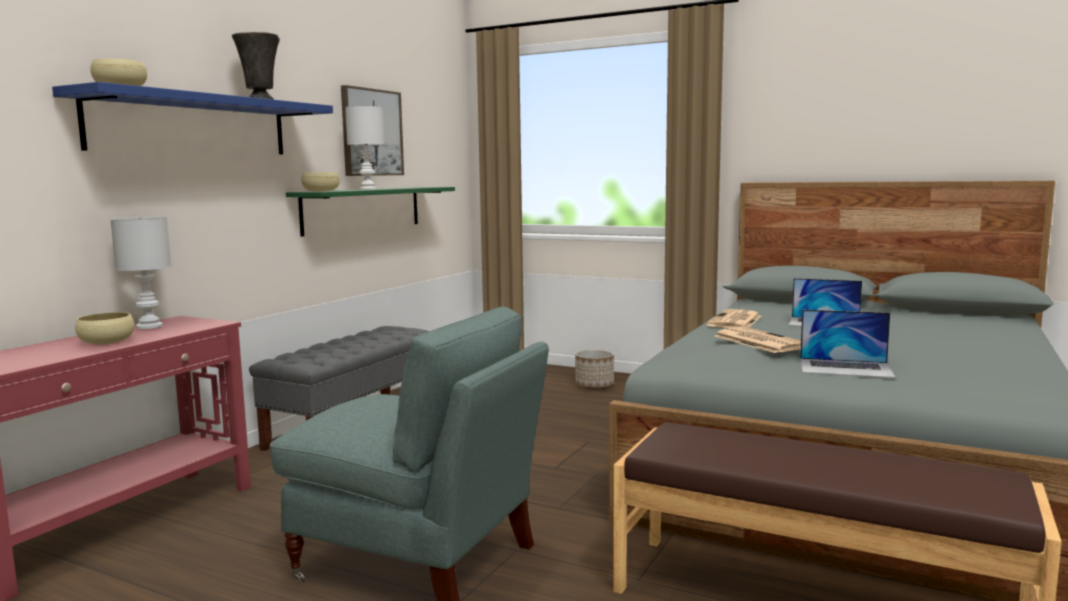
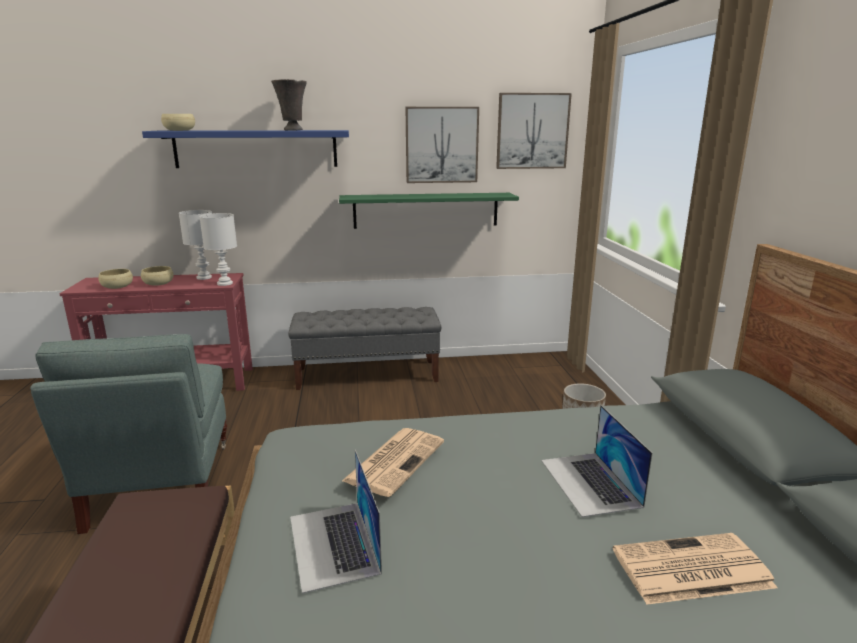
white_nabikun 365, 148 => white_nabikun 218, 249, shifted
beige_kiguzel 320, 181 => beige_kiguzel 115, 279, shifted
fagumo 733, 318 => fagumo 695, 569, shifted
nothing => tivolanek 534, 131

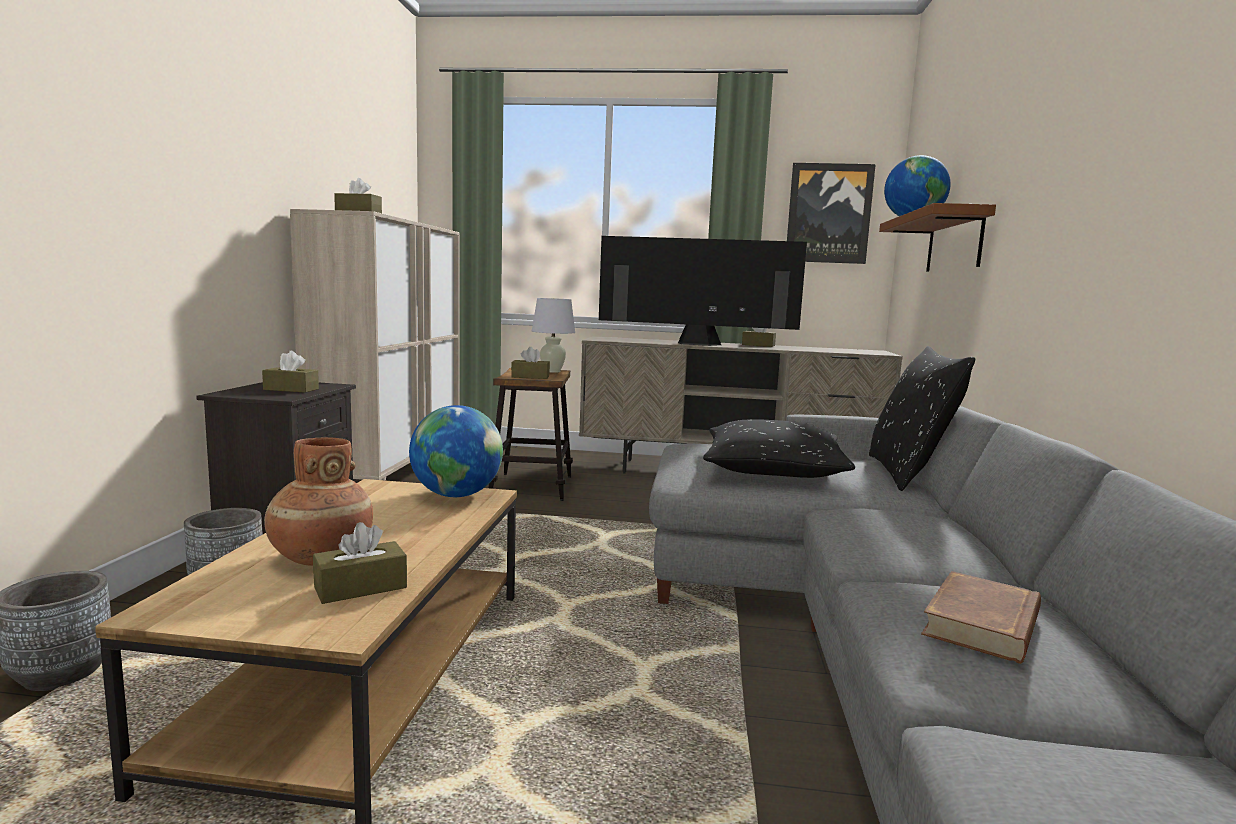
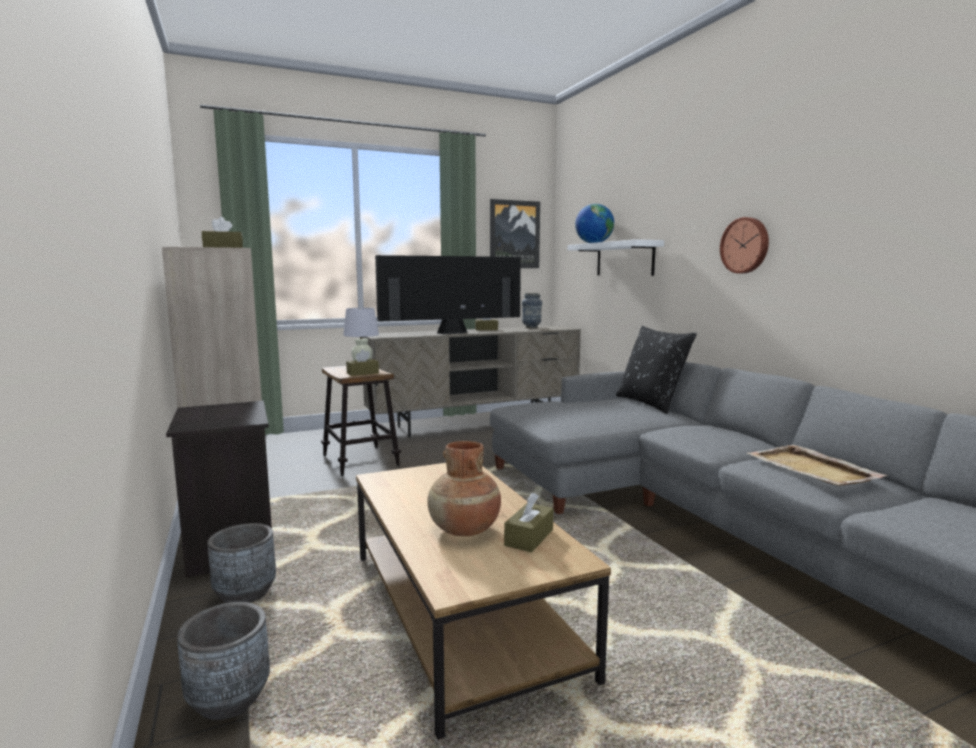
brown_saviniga 937, 237 => white_saviniga 615, 257
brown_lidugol 290, 372 => nothing
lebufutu 456, 451 => nothing
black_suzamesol 779, 448 => nothing
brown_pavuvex 981, 617 => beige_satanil 817, 465
nothing => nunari 744, 245
nothing => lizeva 532, 310

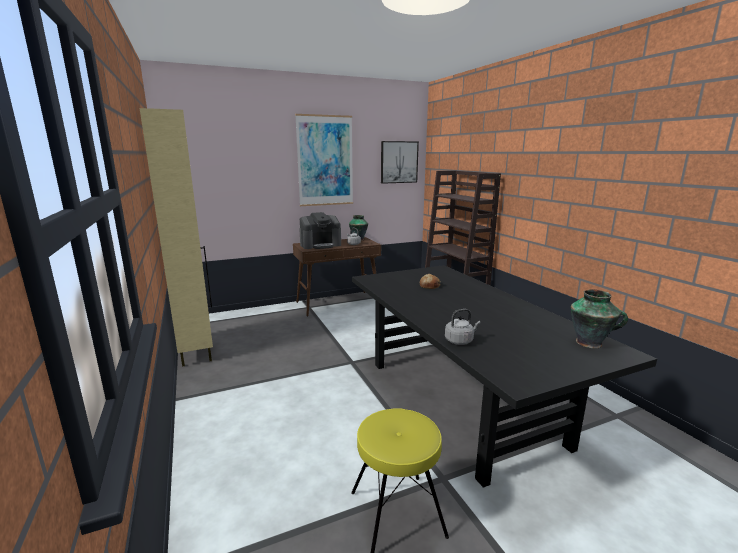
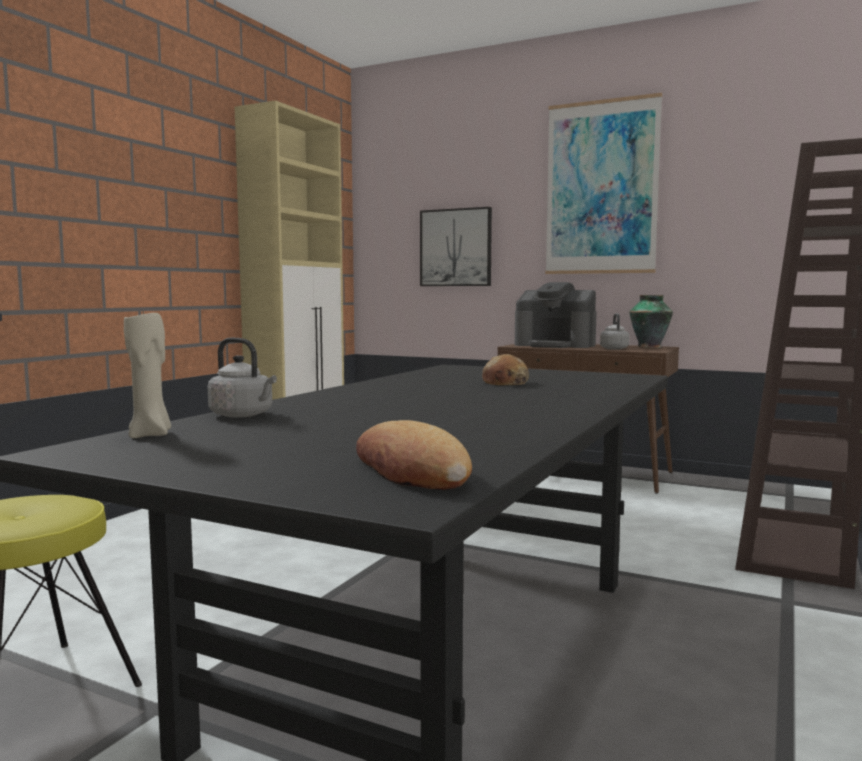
tivolanek 400, 162 => tivolanek 456, 246, shifted
lizeva 599, 318 => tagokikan 414, 455
nothing => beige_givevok 147, 374

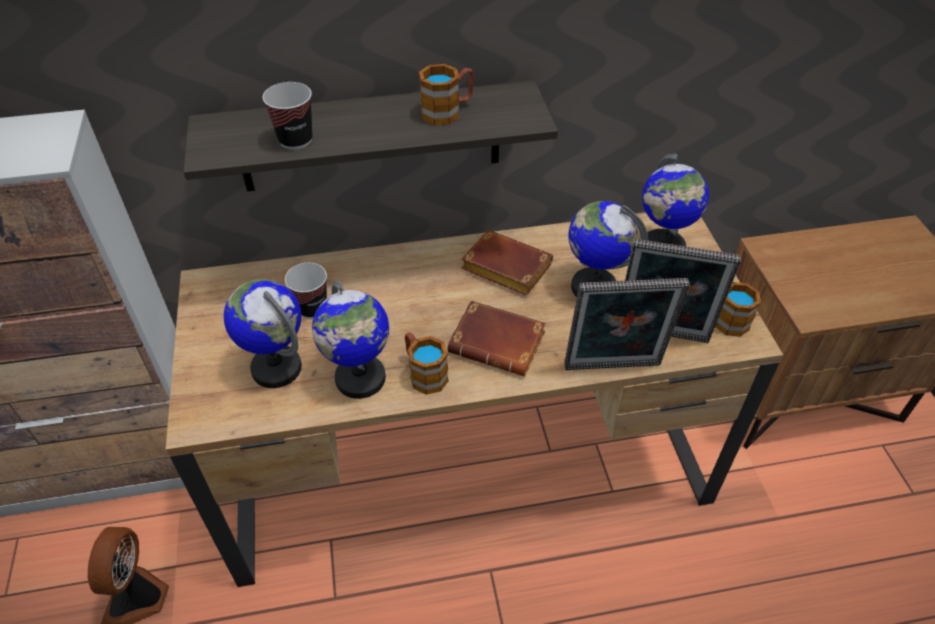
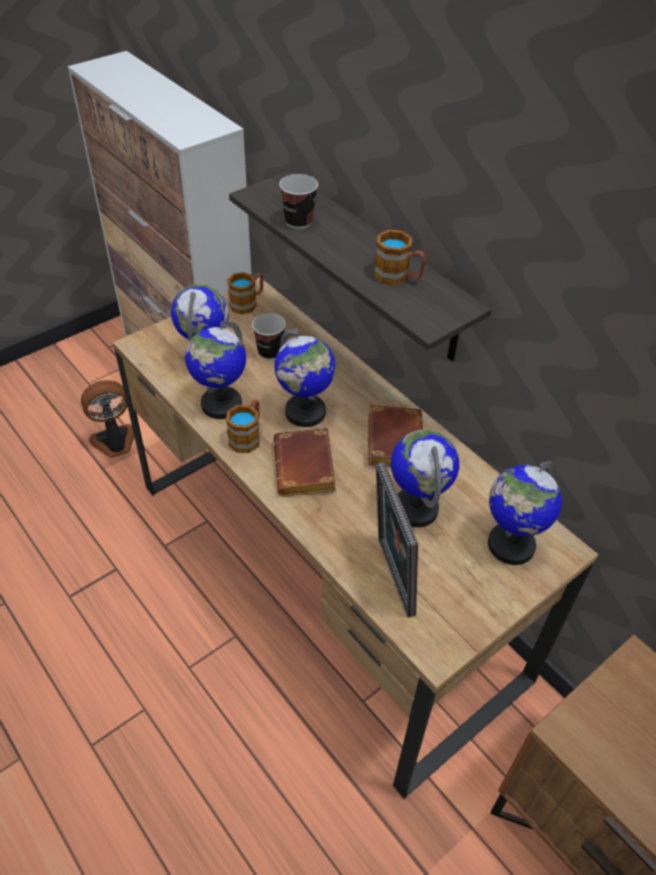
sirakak 627, 324 => nothing
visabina 738, 309 => visabina 245, 293, shifted
nothing => lebufutu 305, 377

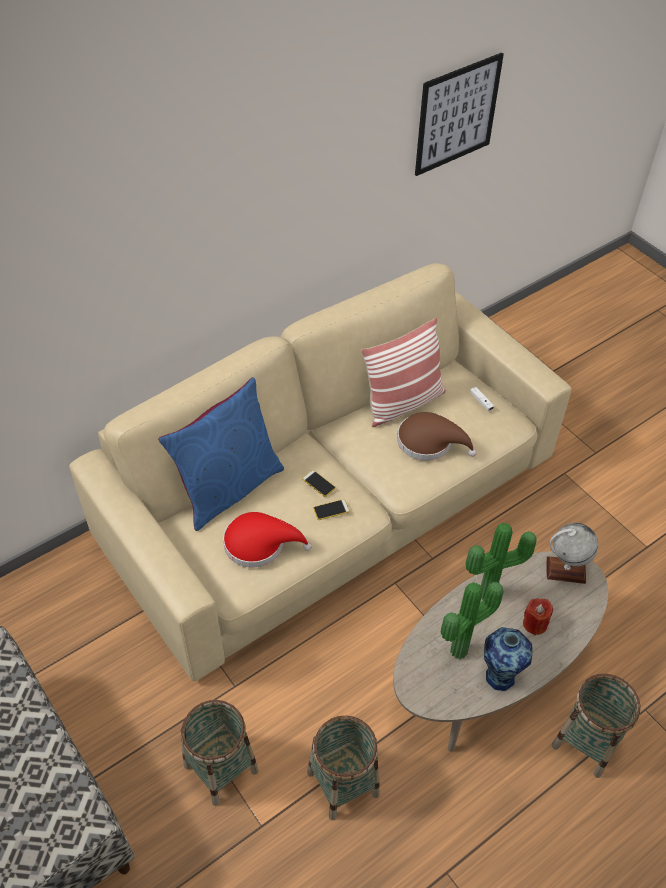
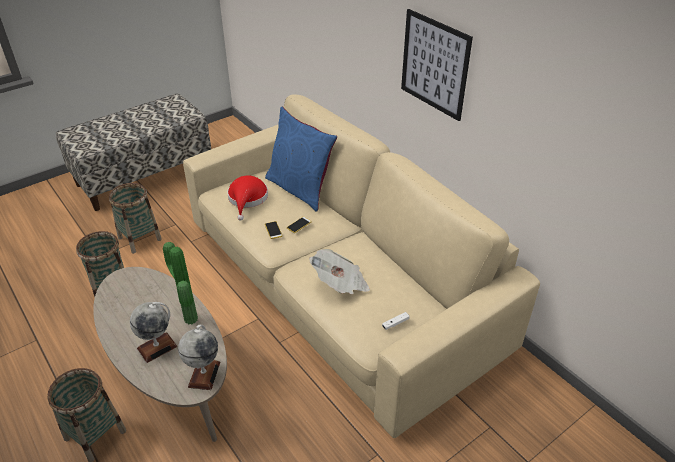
tivolanek 459, 114 => tivolanek 437, 65, shifted
suzamesol 403, 372 => nothing
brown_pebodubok 437, 436 => fagumo 339, 271
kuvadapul 472, 620 => nothing
red_givevok 538, 616 => lebufutu 153, 332
lizeva 508, 659 => nothing

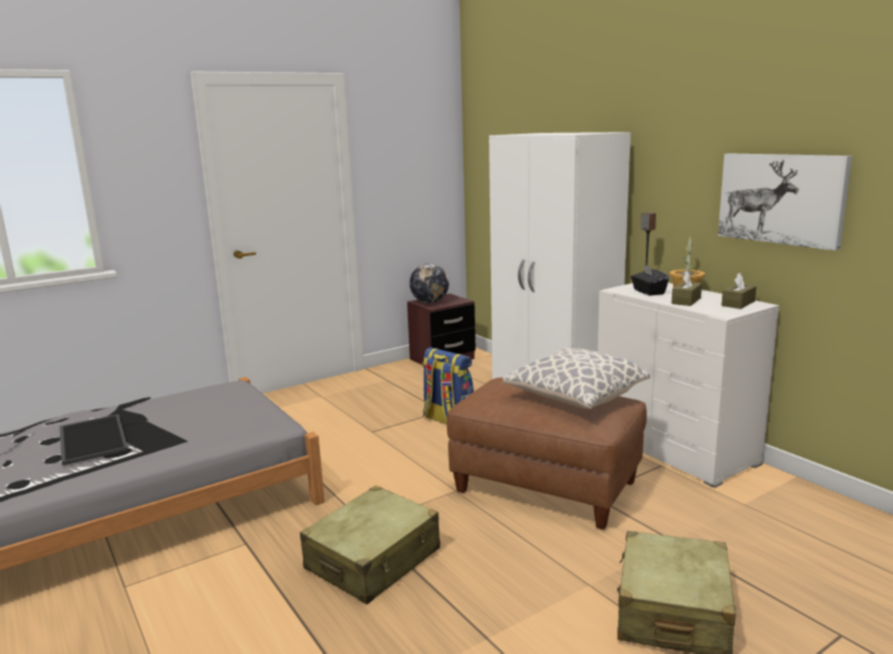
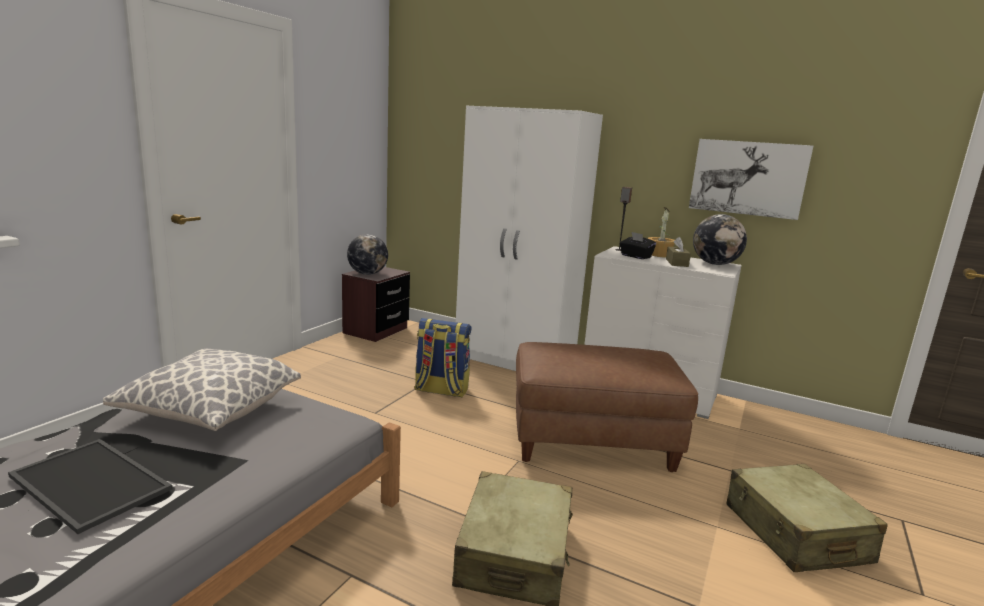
brown_lidugol 739, 291 => lebufutu 720, 239
suzamesol 576, 378 => suzamesol 202, 390, shifted

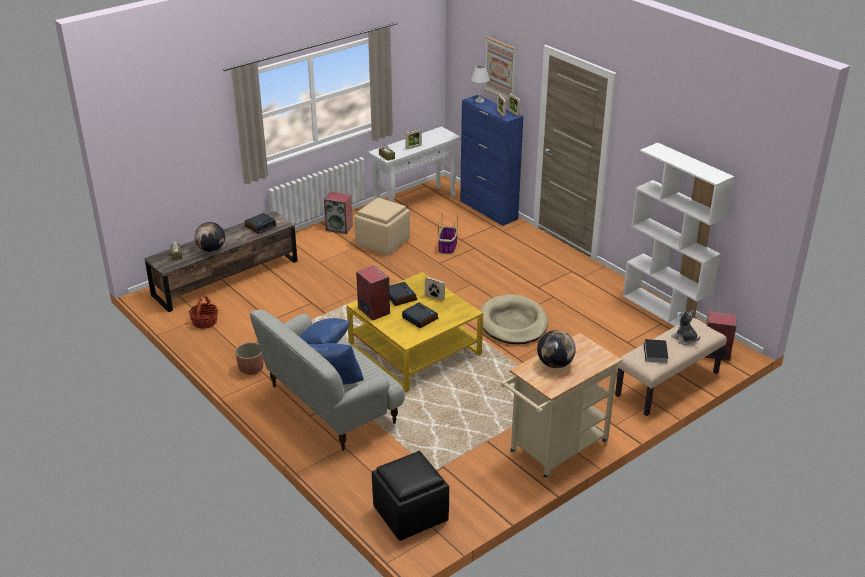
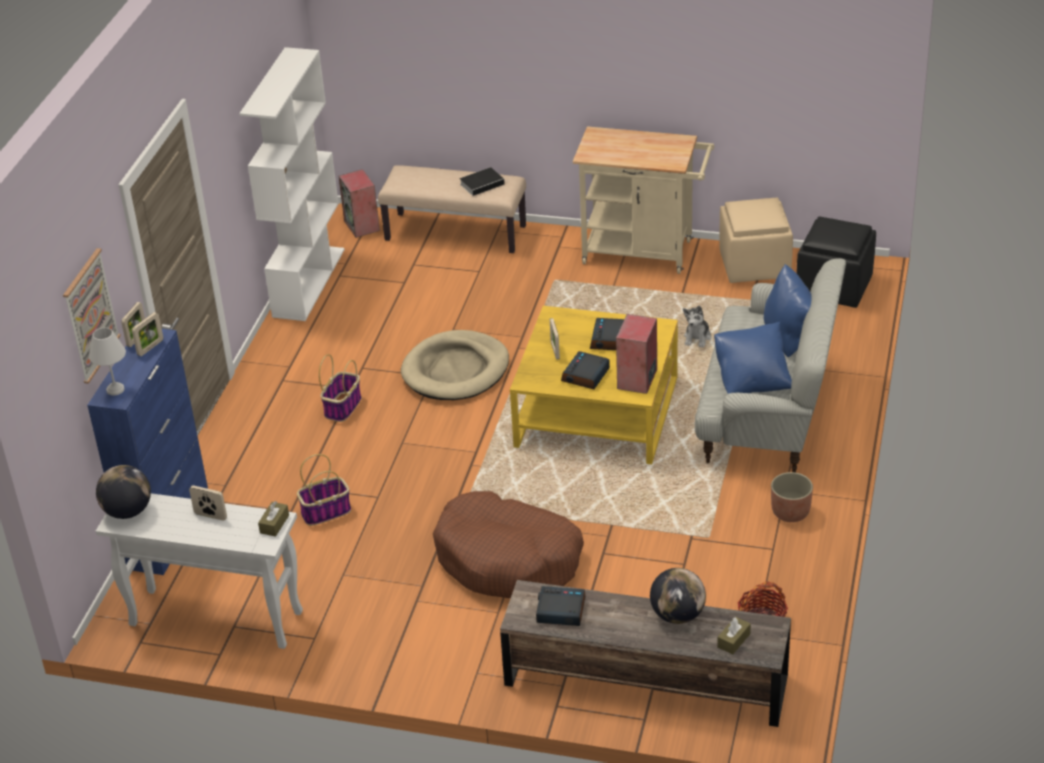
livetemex 338, 213 => nothing
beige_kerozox 382, 226 => beige_kerozox 756, 240, shifted
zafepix 685, 327 => zafepix 697, 326, shifted
lebufutu 556, 349 => lebufutu 123, 492, shifted
nothing => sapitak 340, 388
nothing => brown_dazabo 508, 544

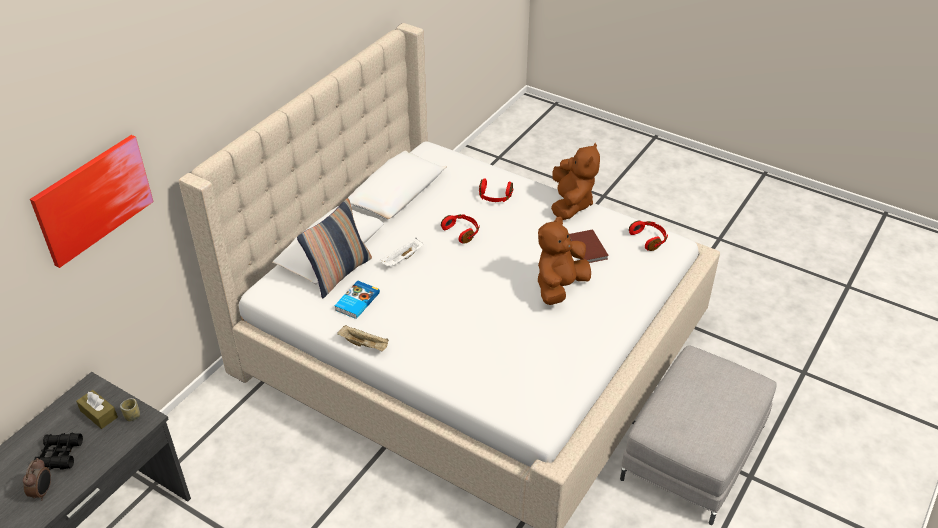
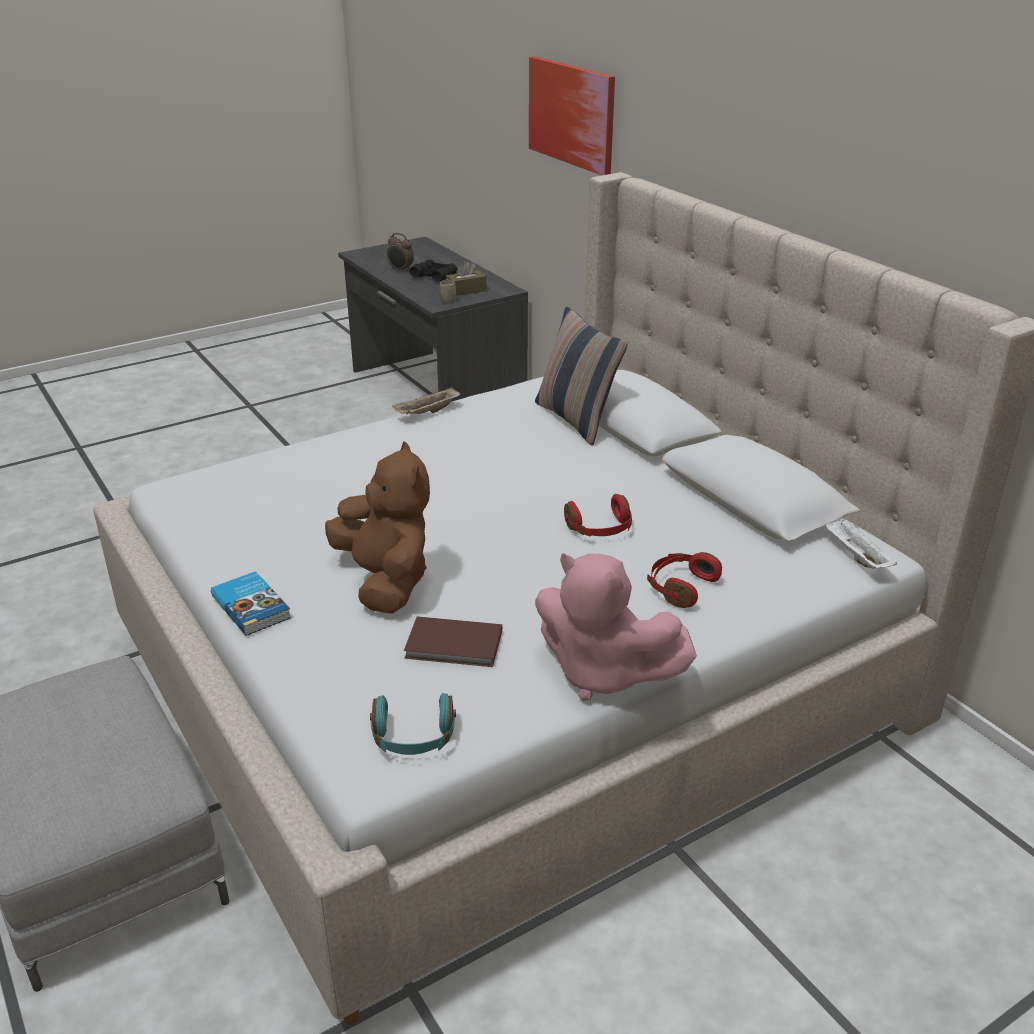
brown_zafepix 575, 181 => pink_zafepix 616, 627
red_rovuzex 648, 236 => turquoise_rovuzex 413, 724
white_satanil 401, 252 => white_satanil 860, 543, shifted
pavuvex 357, 300 => pavuvex 251, 603, shifted

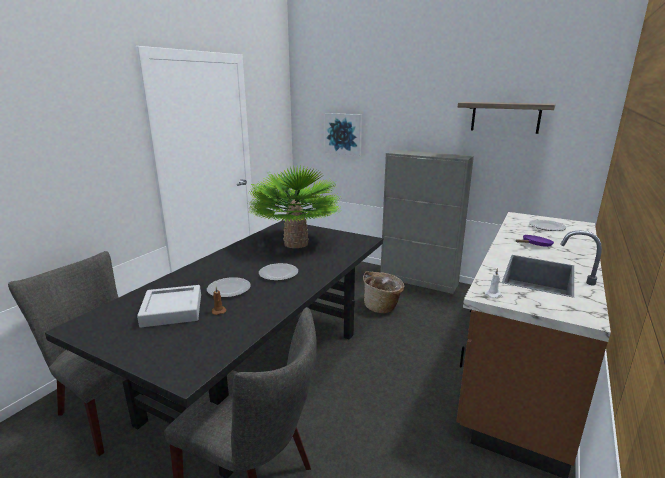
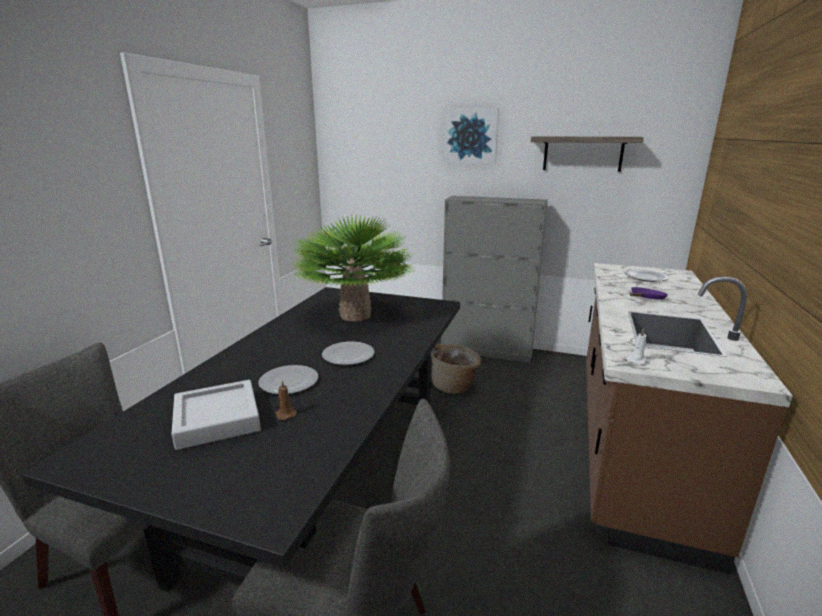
tivolanek 343, 134 => tivolanek 471, 136, shifted

